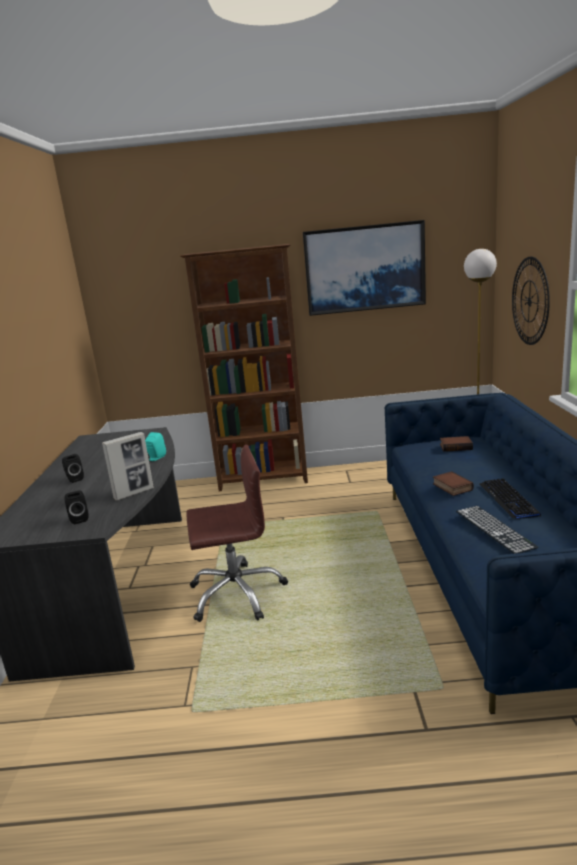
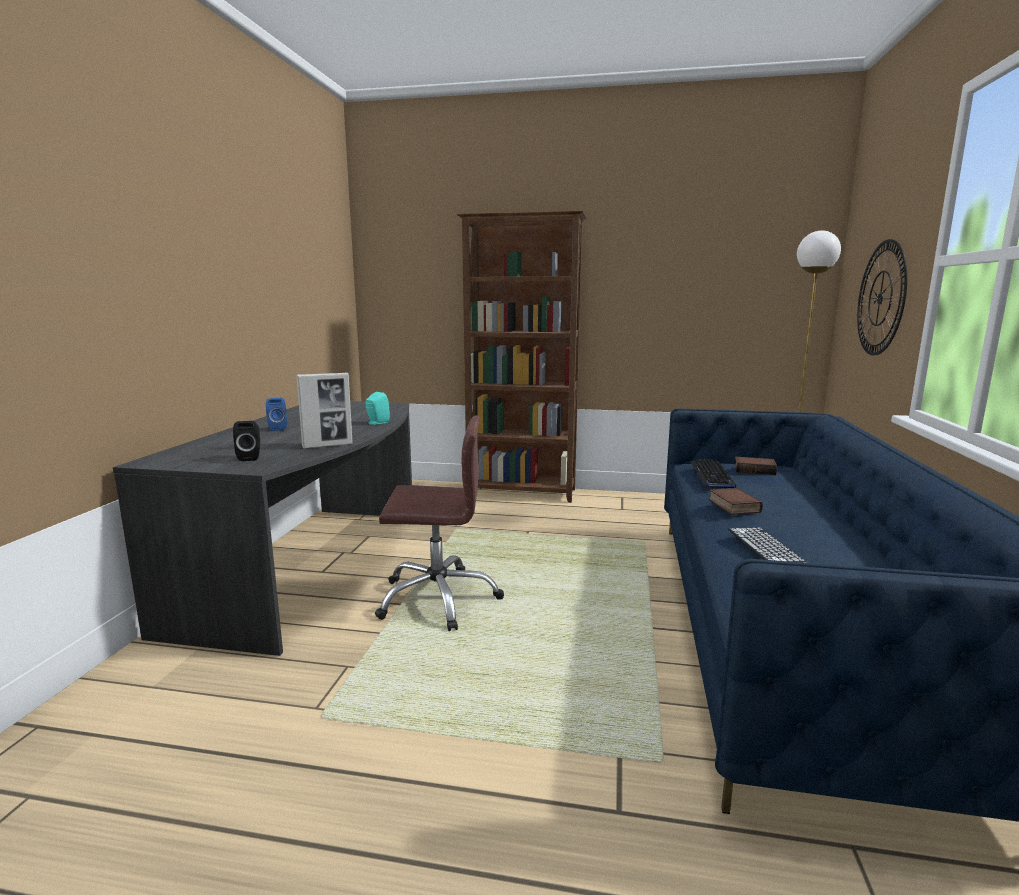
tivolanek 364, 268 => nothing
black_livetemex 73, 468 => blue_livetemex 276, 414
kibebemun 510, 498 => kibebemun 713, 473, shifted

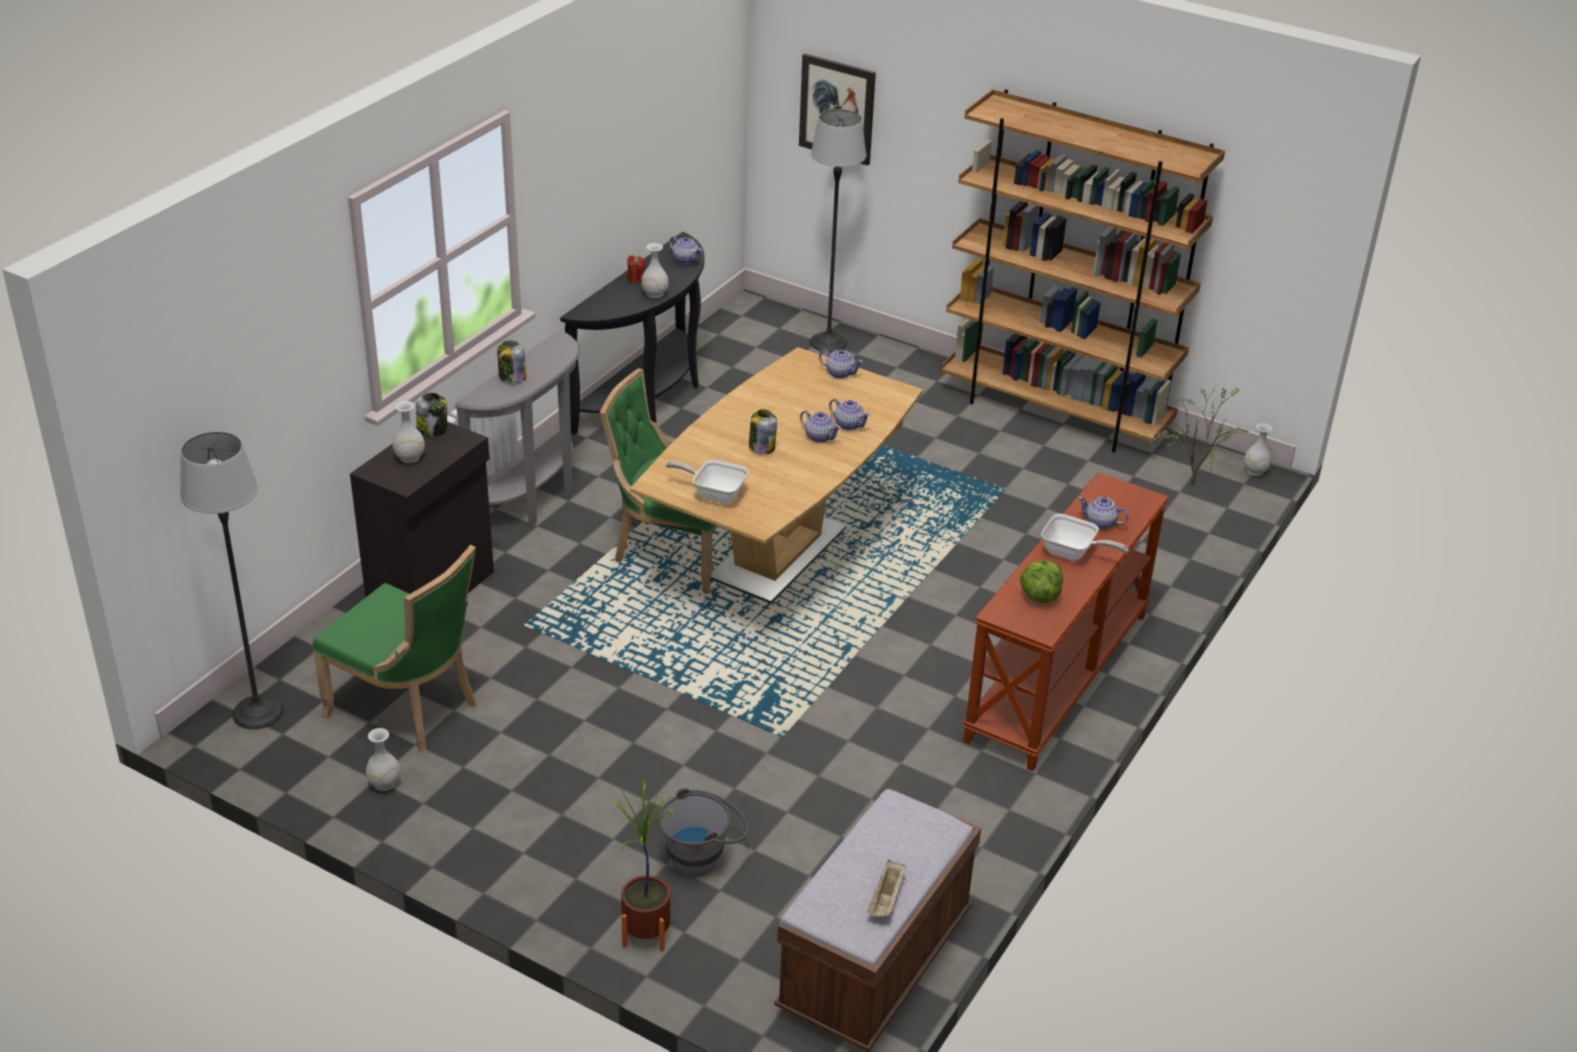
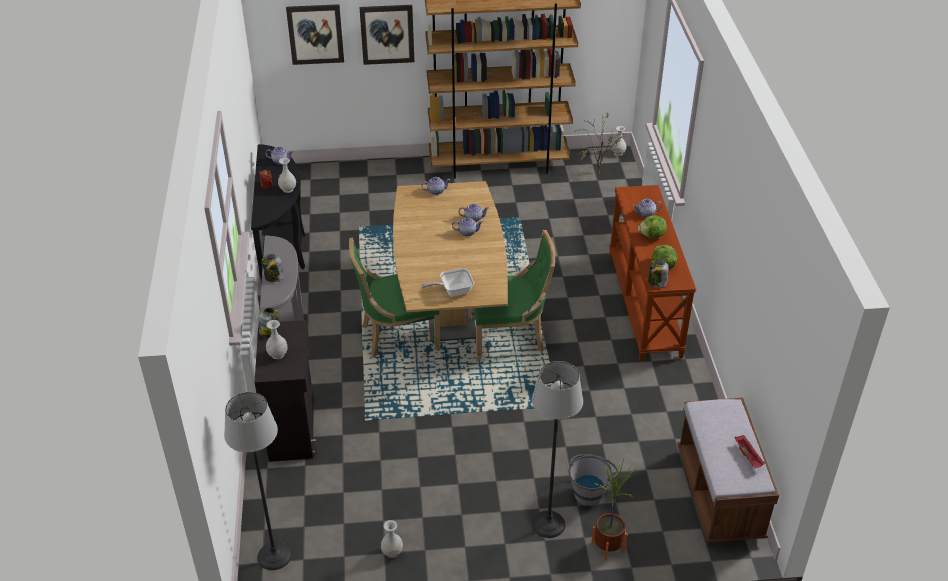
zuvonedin 838, 231 => zuvonedin 557, 449, shifted
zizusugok 763, 431 => zizusugok 658, 273, shifted
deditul 1085, 537 => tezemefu 652, 227
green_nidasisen 394, 648 => green_nidasisen 513, 295, shifted
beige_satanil 886, 888 => red_satanil 750, 451
nothing => tivolanek 386, 35

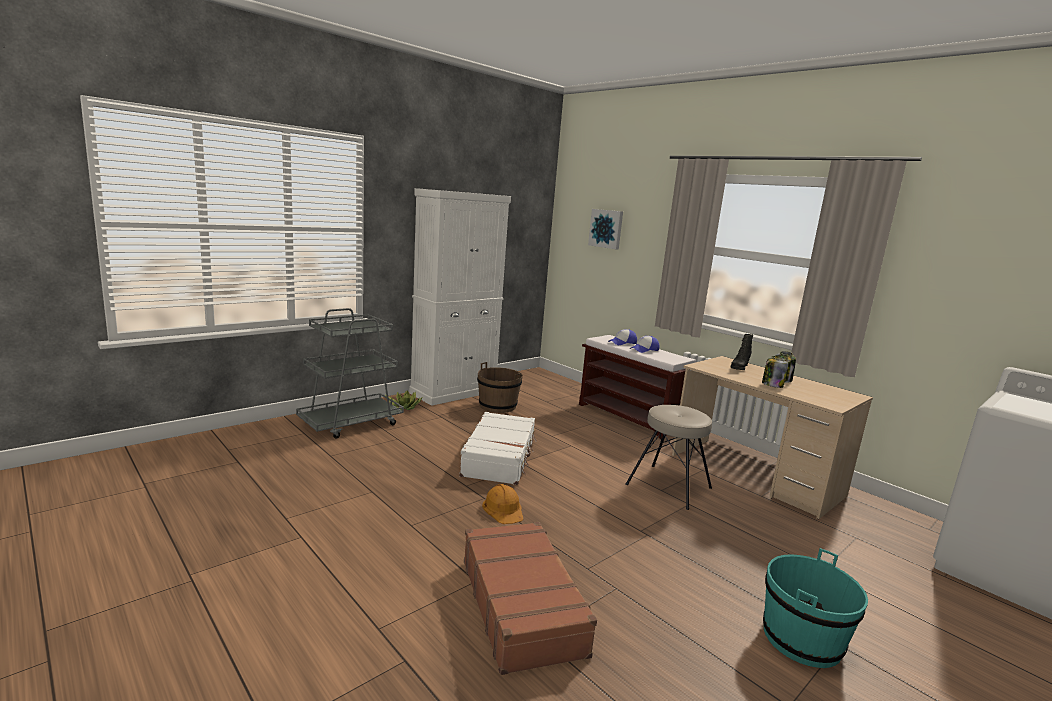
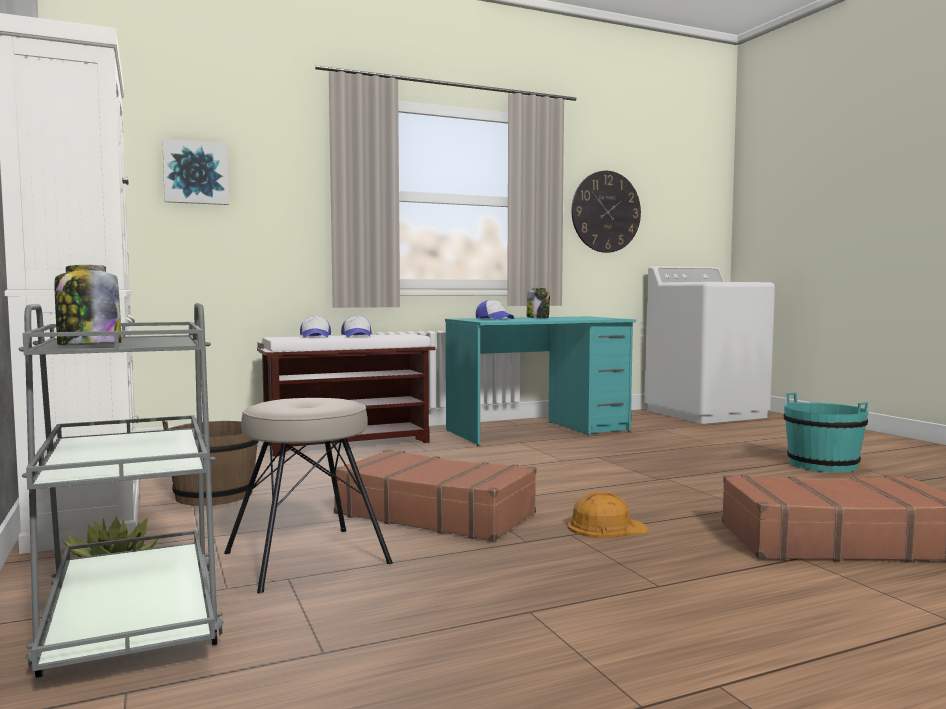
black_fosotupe 742, 352 => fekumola 495, 310
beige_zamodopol 772, 437 => turquoise_zamodopol 540, 380
zizusugok 775, 372 => zizusugok 88, 305, shifted
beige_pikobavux 668, 457 => beige_pikobavux 308, 495, shifted
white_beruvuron 498, 448 => brown_beruvuron 435, 496
nothing => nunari 606, 212

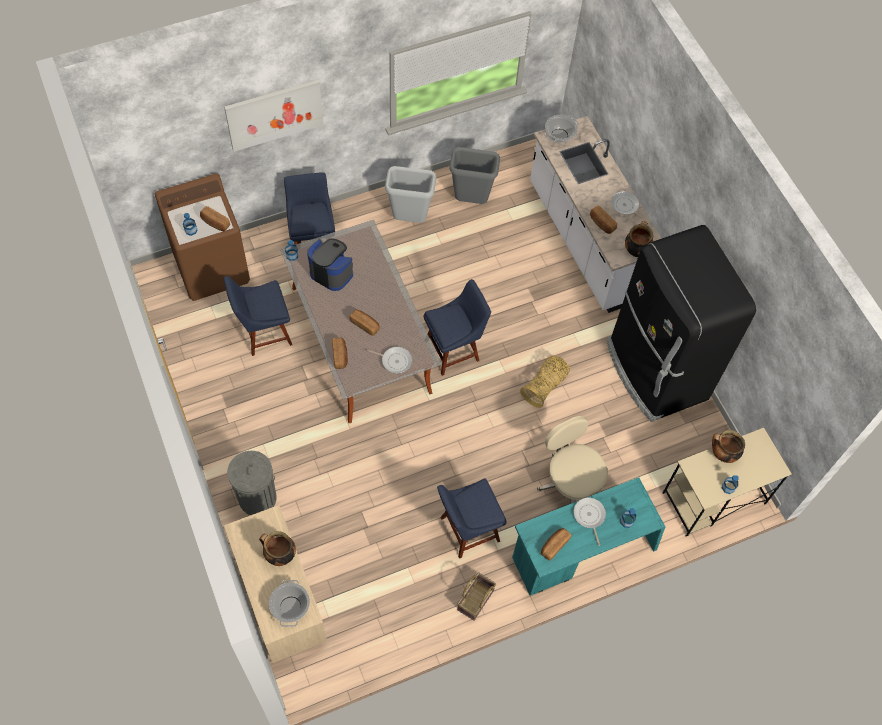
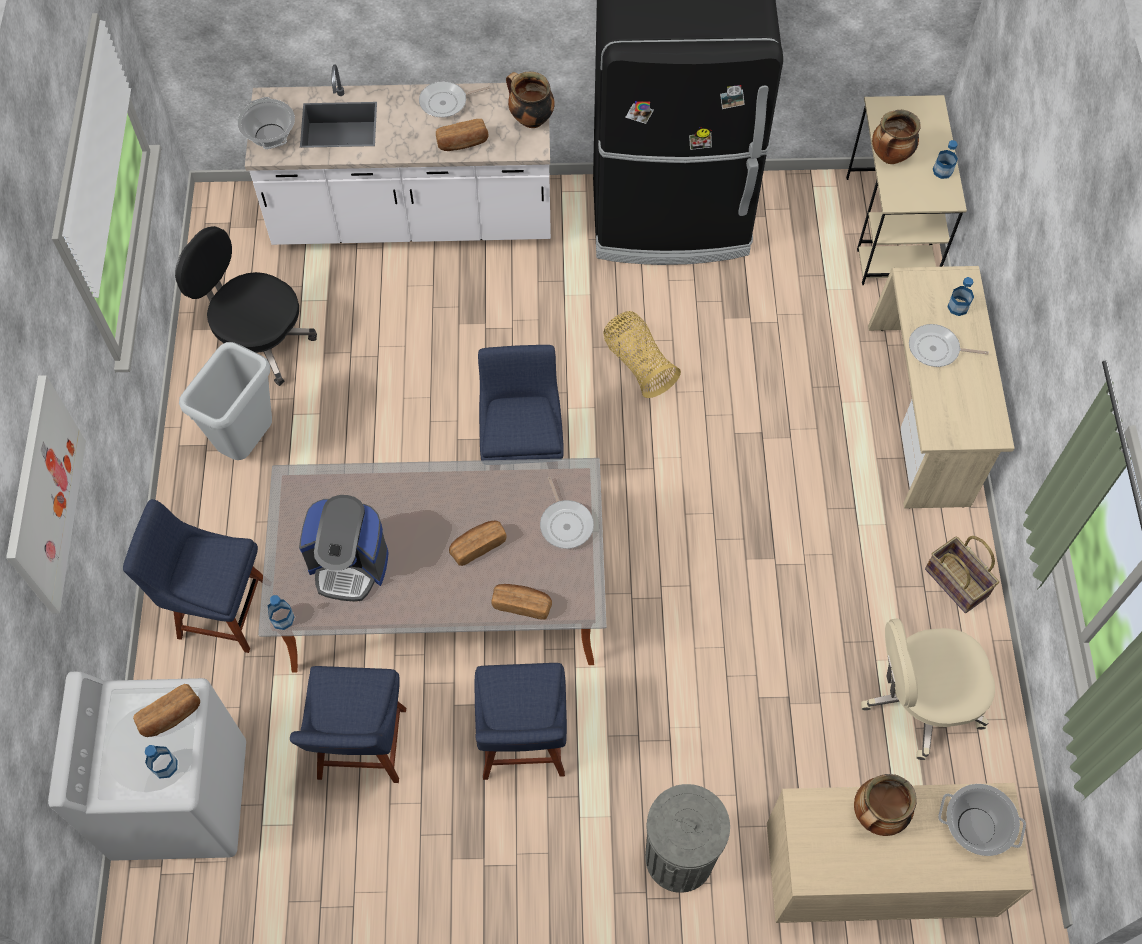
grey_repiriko 474, 175 => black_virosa 246, 306
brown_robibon 202, 237 => white_robibon 147, 766
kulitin 330, 265 => kulitin 344, 548, 135 degrees counterclockwise
deditul 389, 360 => deditul 567, 513, 120 degrees clockwise
beige_virosa 572, 460 => beige_virosa 928, 689, shifted
turquoise_zamodopol 588, 536 => beige_zamodopol 941, 387
blue_nidasisen 472, 519 => blue_nidasisen 520, 721, shifted
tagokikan 556, 544 => nothing

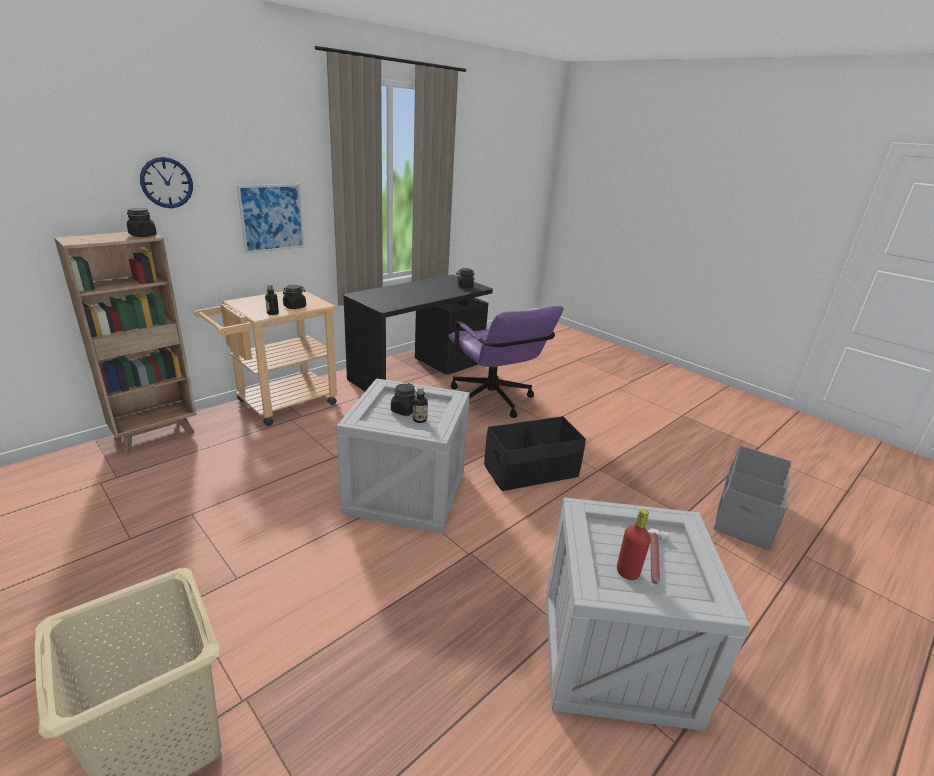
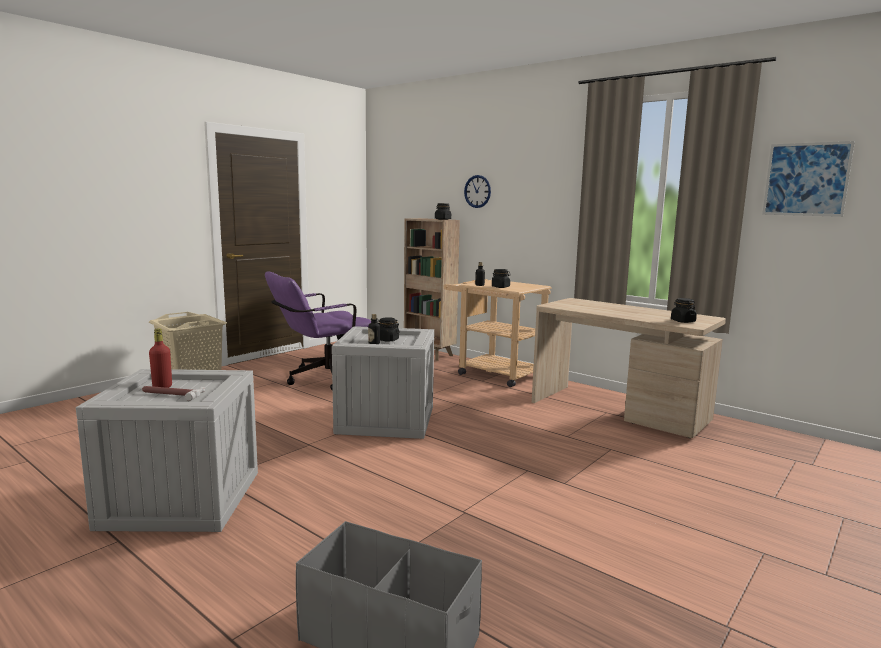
tivolanek 271, 219 => tivolanek 808, 179, shifted
black_zamodopol 418, 333 => beige_zamodopol 629, 368
purple_virosa 506, 362 => purple_virosa 318, 331, shifted
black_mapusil 535, 453 => nothing

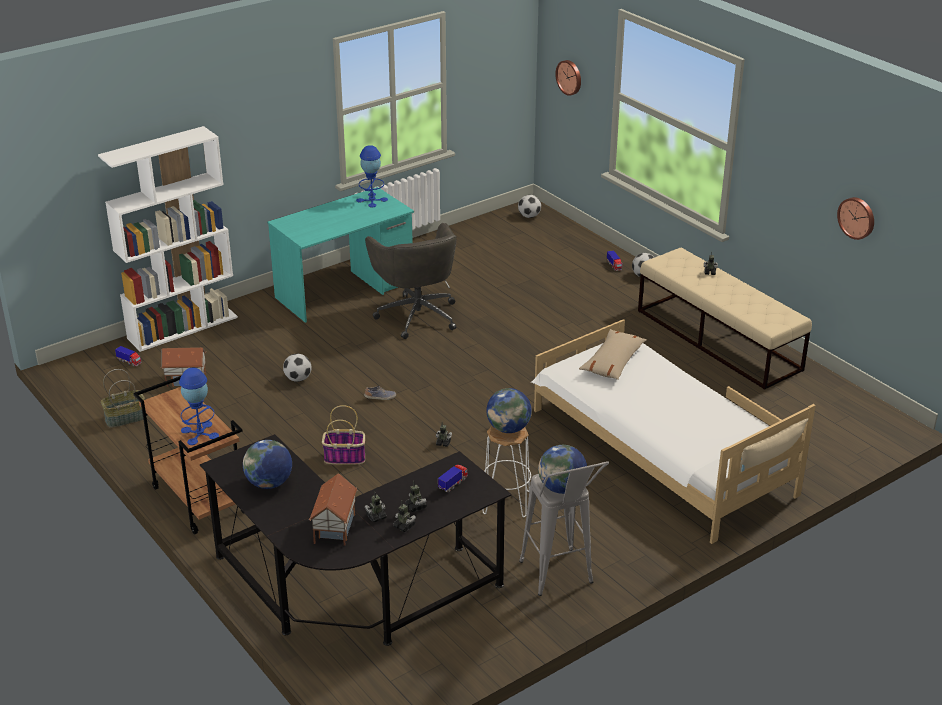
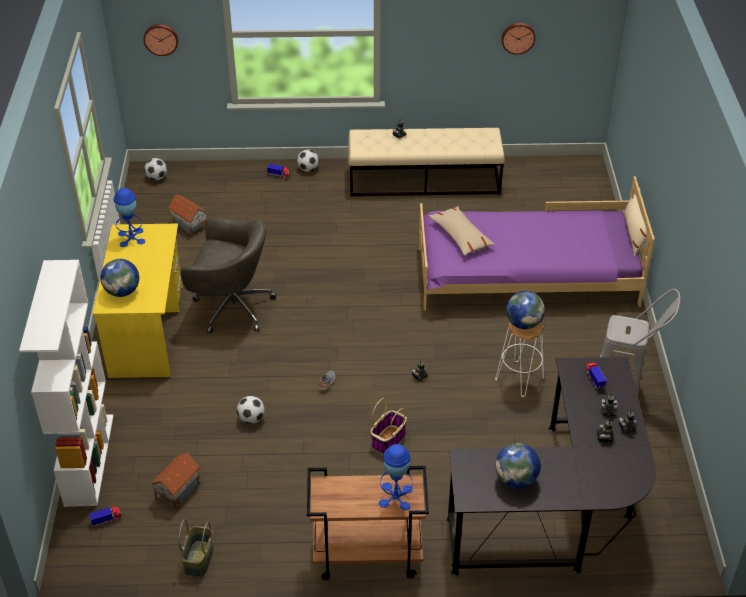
turquoise_zamodopol 340, 255 => yellow_zamodopol 138, 301
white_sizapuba 673, 431 => purple_sizapuba 537, 243
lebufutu 562, 469 => lebufutu 119, 278, shifted
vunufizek 333, 509 => vunufizek 188, 216, shifted

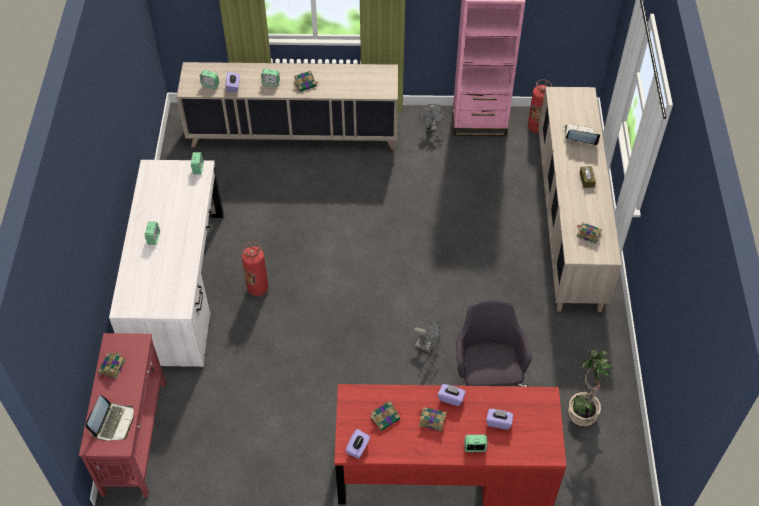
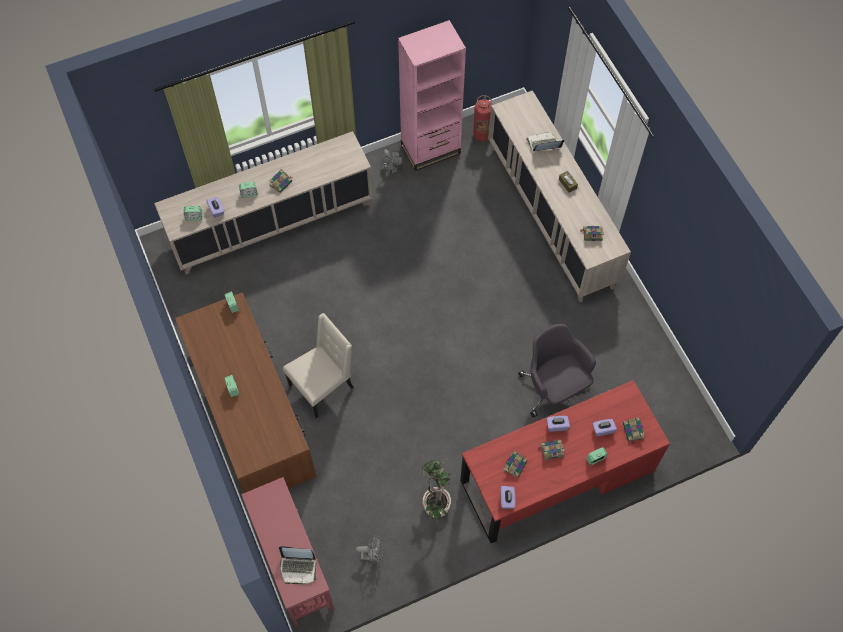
white_zamodopol 166, 263 => brown_zamodopol 245, 392
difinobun 255, 269 => beige_nidasisen 318, 365
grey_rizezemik 427, 337 => grey_rizezemik 370, 549, shifted
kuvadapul 591, 388 => kuvadapul 437, 490, shifted
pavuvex 111, 366 => pavuvex 634, 430, shifted
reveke 109, 418 => reveke 298, 565, 105 degrees clockwise

